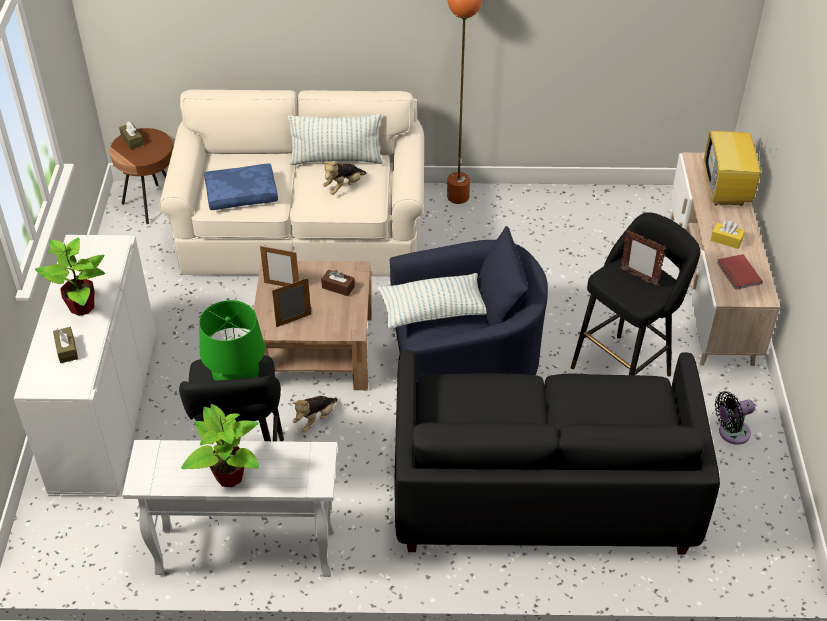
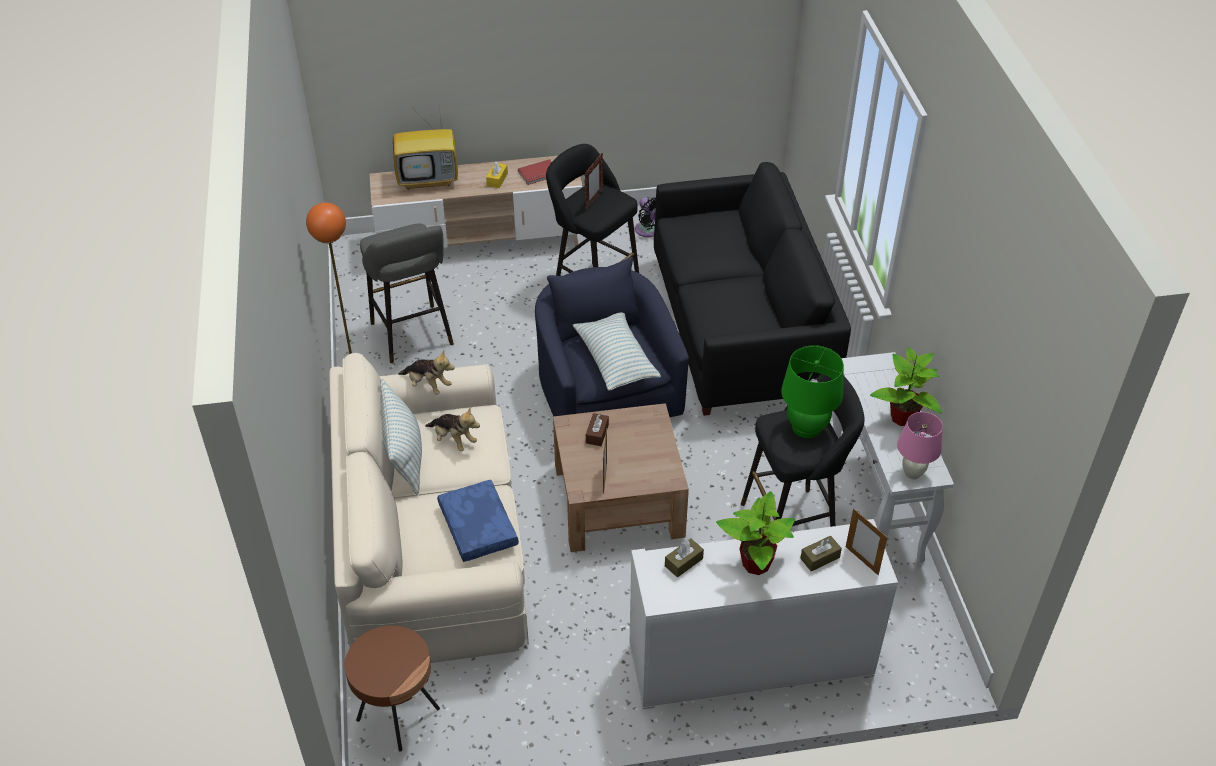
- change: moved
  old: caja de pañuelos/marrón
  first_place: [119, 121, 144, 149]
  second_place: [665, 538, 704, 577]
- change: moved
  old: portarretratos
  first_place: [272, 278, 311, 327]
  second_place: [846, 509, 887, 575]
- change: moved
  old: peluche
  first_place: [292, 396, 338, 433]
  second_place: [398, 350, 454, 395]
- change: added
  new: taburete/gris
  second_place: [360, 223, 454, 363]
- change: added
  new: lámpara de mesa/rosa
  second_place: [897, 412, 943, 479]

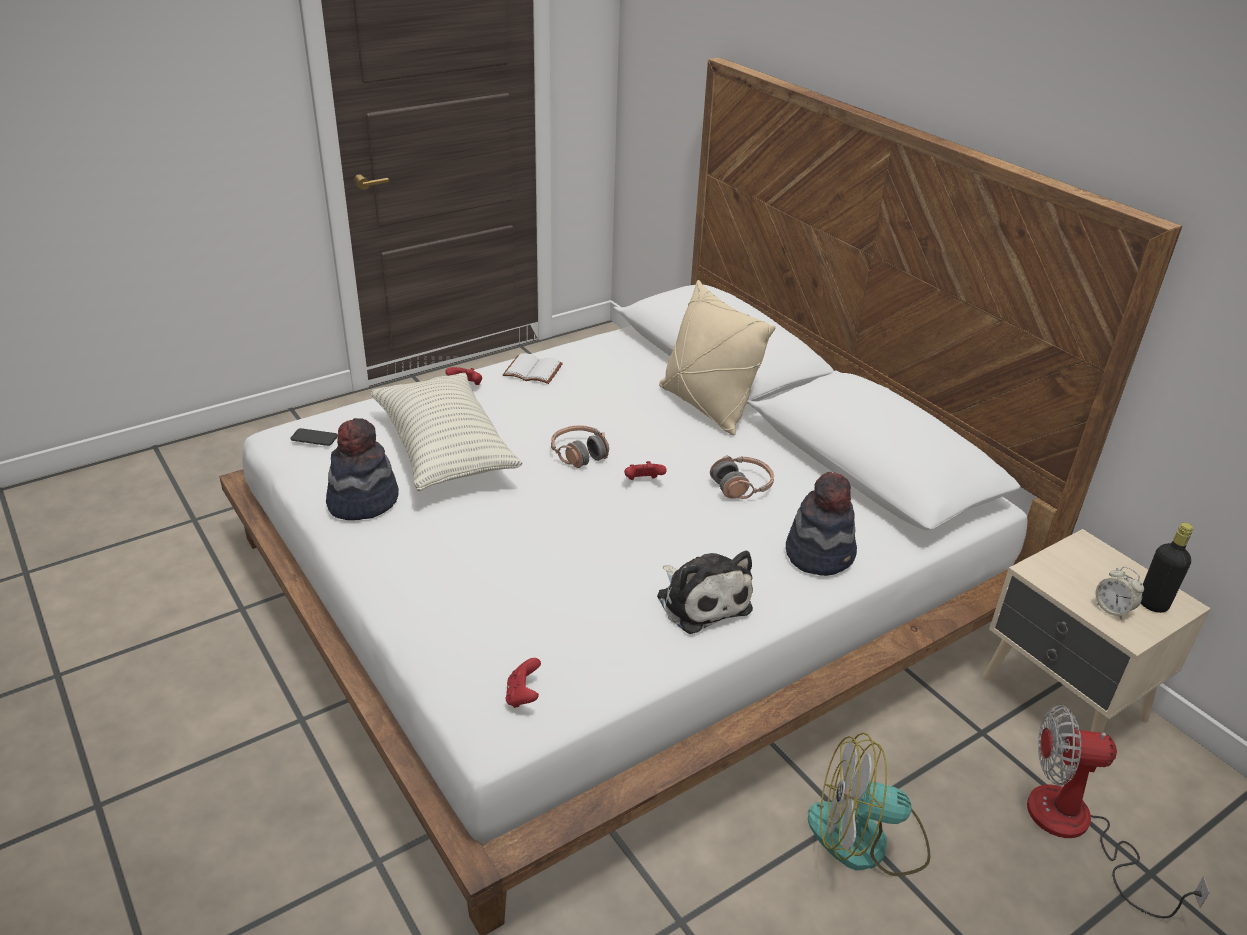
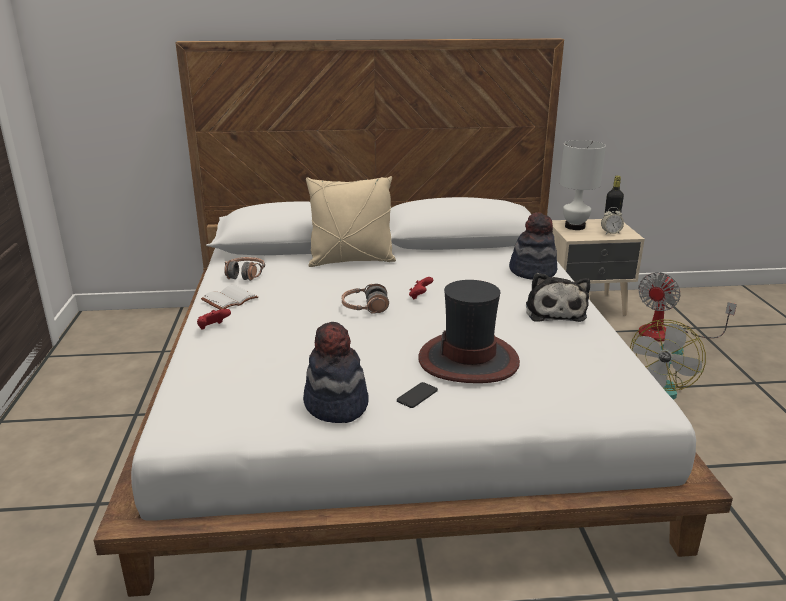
- change: moved
  old: móvil
  first_place: [290, 428, 338, 446]
  second_place: [397, 382, 438, 408]
- change: removed
  old: cojín
  first_place: [371, 373, 522, 491]
- change: removed
  old: mando de consola/rojo
  first_place: [506, 658, 541, 708]
- change: turned
  old: peluche
  first_place: [657, 551, 753, 634]
  second_place: [526, 273, 590, 322]
  degrees: 90
- change: moved
  old: auriculares
  first_place: [710, 455, 774, 499]
  second_place: [224, 257, 265, 281]
- change: added
  new: sombrero
  second_place: [418, 280, 520, 383]
- change: added
  new: lámpara de mesa/blanco
  second_place: [560, 140, 606, 230]

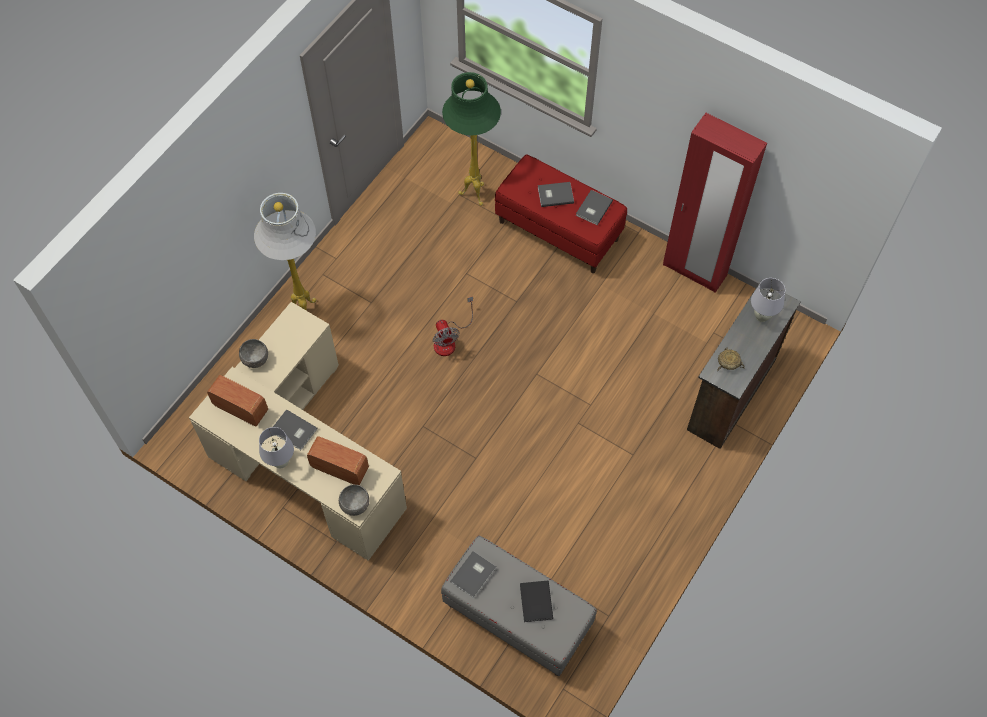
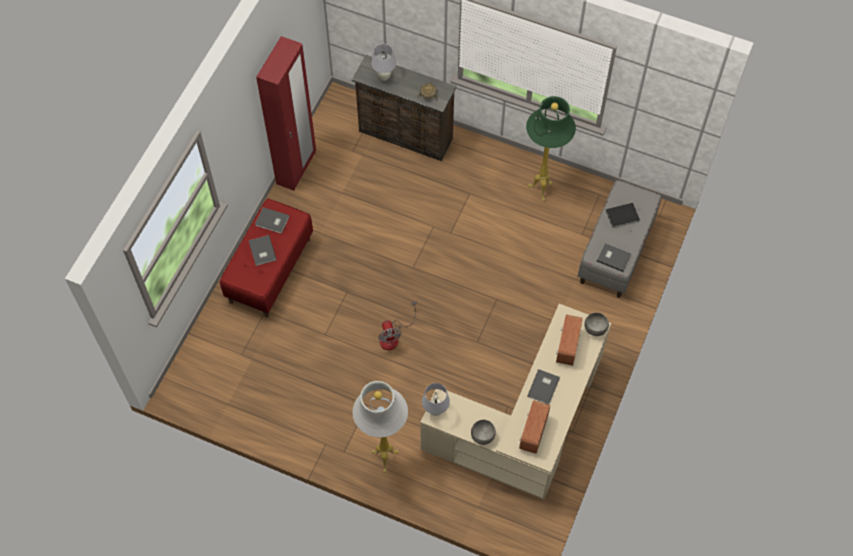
- change: moved
  old: lámpara de mesa/blanco
  first_place: [259, 427, 294, 468]
  second_place: [422, 383, 450, 416]
- change: turned
  old: ventilador
  first_place: [433, 297, 473, 356]
  second_place: [378, 301, 417, 350]
  degrees: 105
- change: moved
  old: lámpara de pie/verde
  first_place: [442, 72, 501, 206]
  second_place: [526, 96, 576, 201]

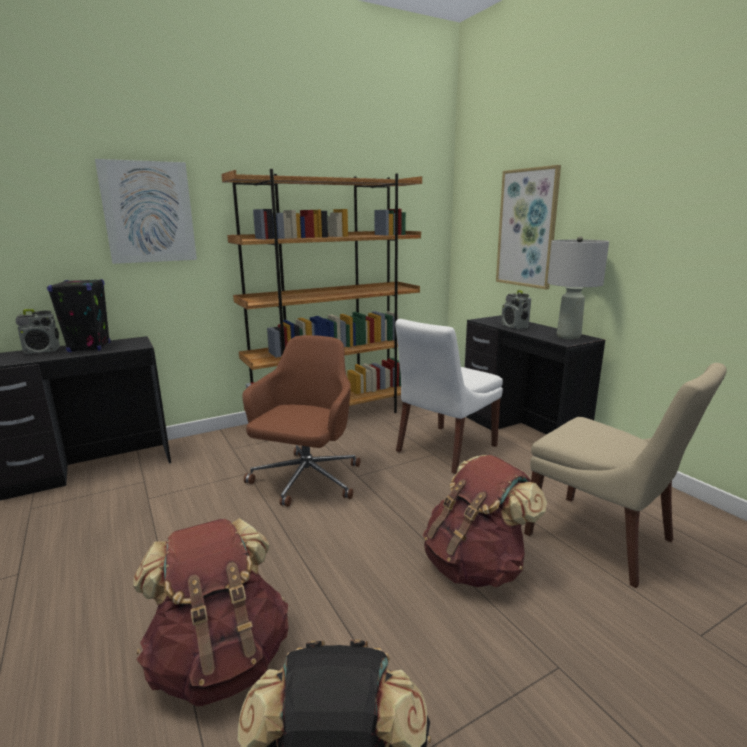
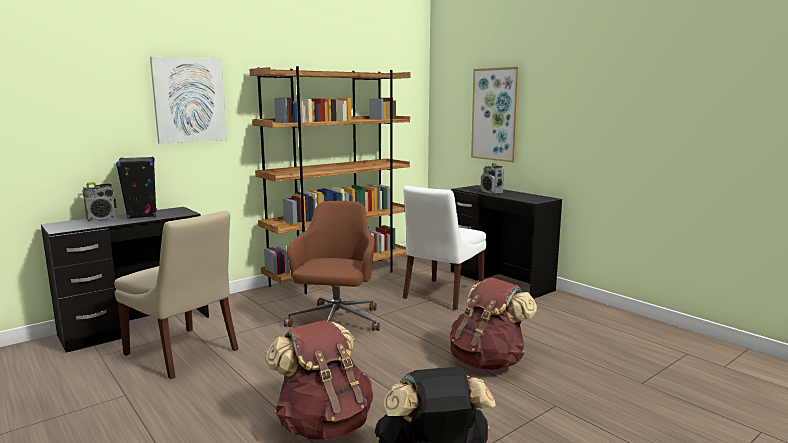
- change: moved
  old: silla/beis
  first_place: [524, 363, 727, 588]
  second_place: [114, 211, 239, 379]
- change: removed
  old: lámpara de mesa/gris
  first_place: [547, 236, 609, 339]

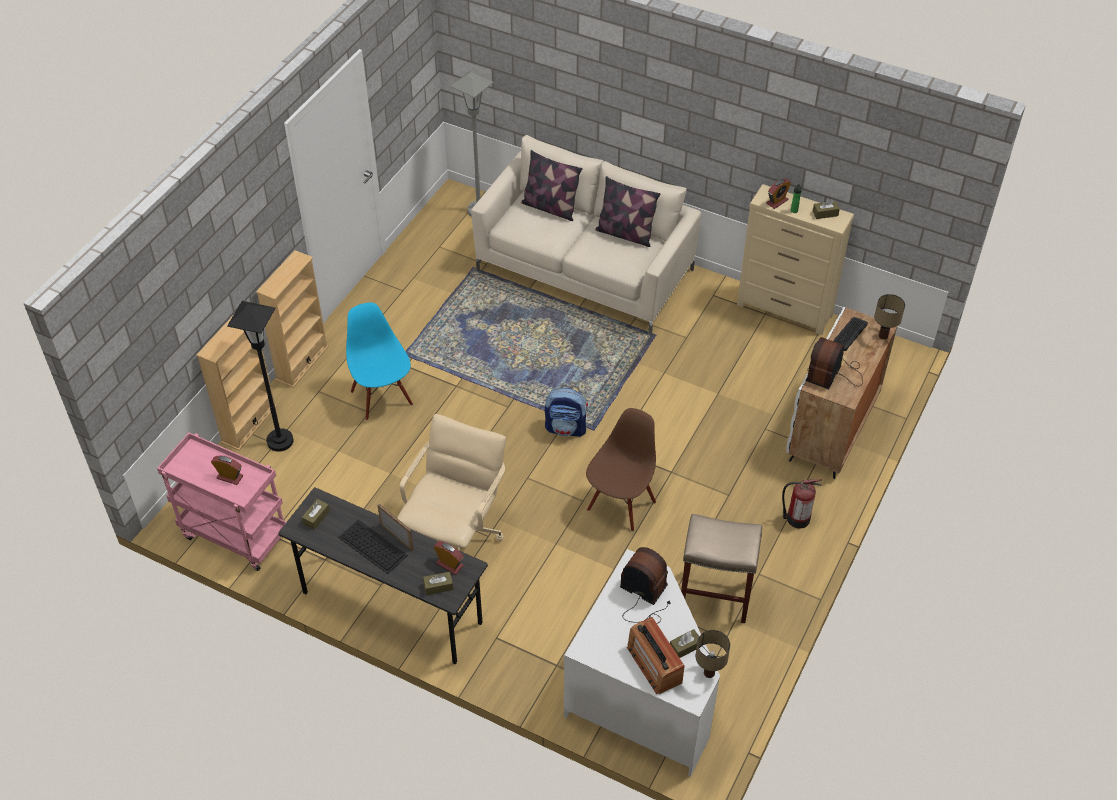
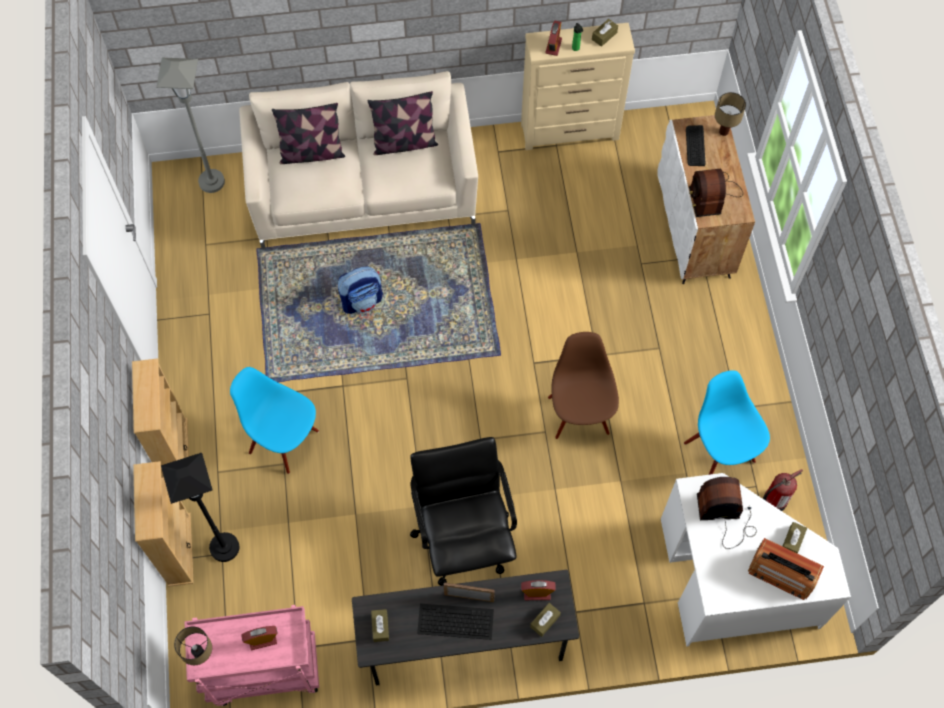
- change: recoloured
  old: silla de oficina/beis
  new: silla de oficina/negro
  first_place: [397, 414, 506, 551]
  second_place: [410, 437, 517, 586]
- change: moved
  old: mochila
  first_place: [545, 388, 588, 437]
  second_place: [338, 266, 383, 314]
- change: replaced
  old: taburete/beis
  new: silla/azul
  first_place: [681, 514, 762, 623]
  second_place: [684, 370, 770, 475]
- change: moved
  old: lámpara de mesa
  first_place: [696, 630, 730, 678]
  second_place: [174, 626, 212, 665]
- change: moved
  old: extintor
  first_place: [782, 479, 822, 528]
  second_place: [763, 469, 803, 511]

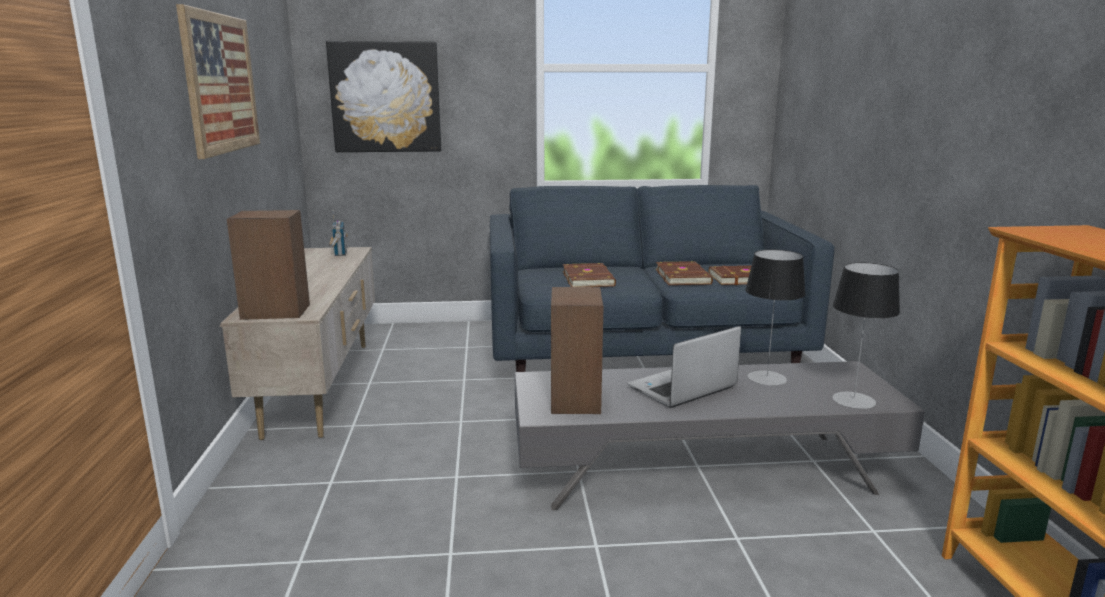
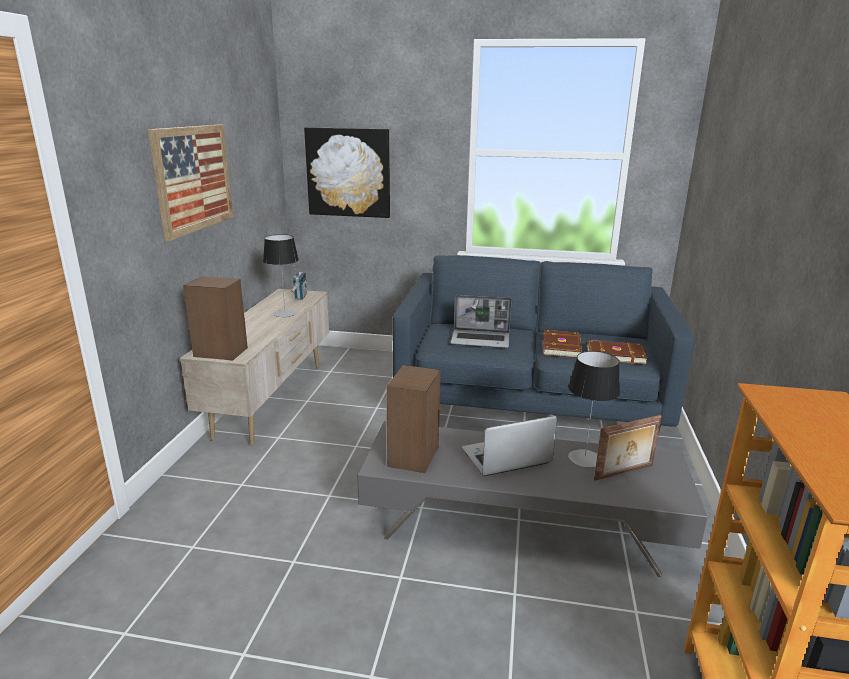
- change: replaced
  old: libro/marrón
  new: portátil
  first_place: [563, 263, 616, 287]
  second_place: [450, 295, 512, 348]
- change: moved
  old: lámpara de mesa
  first_place: [833, 263, 900, 409]
  second_place: [263, 234, 299, 317]
- change: added
  new: portarretratos
  second_place: [594, 415, 662, 481]

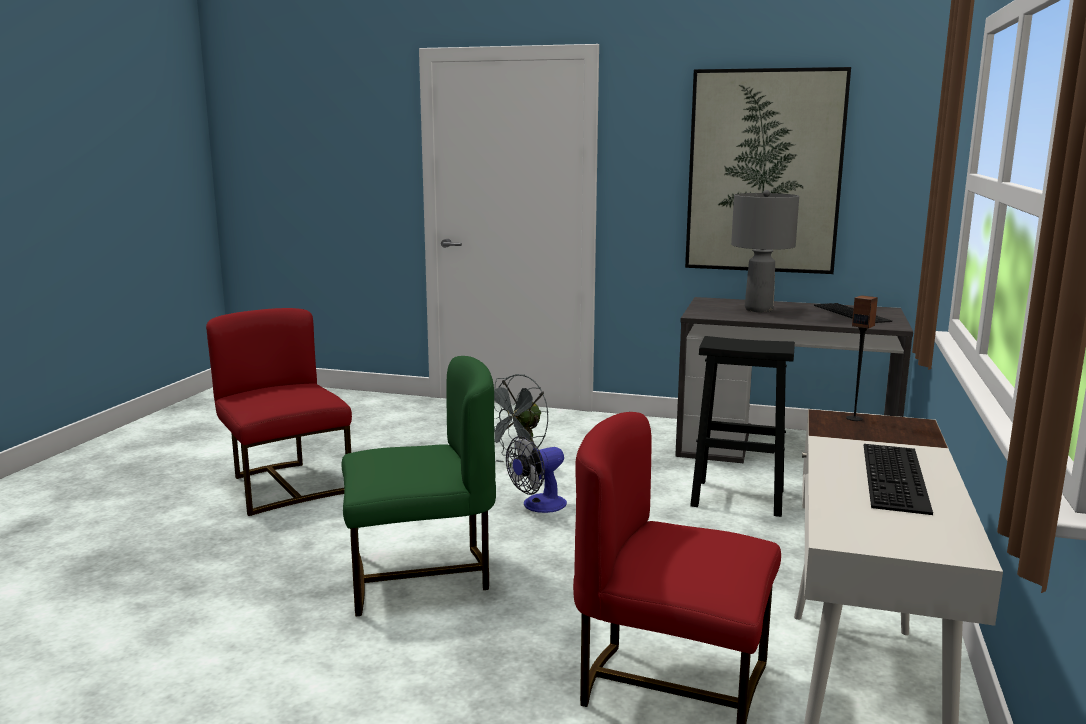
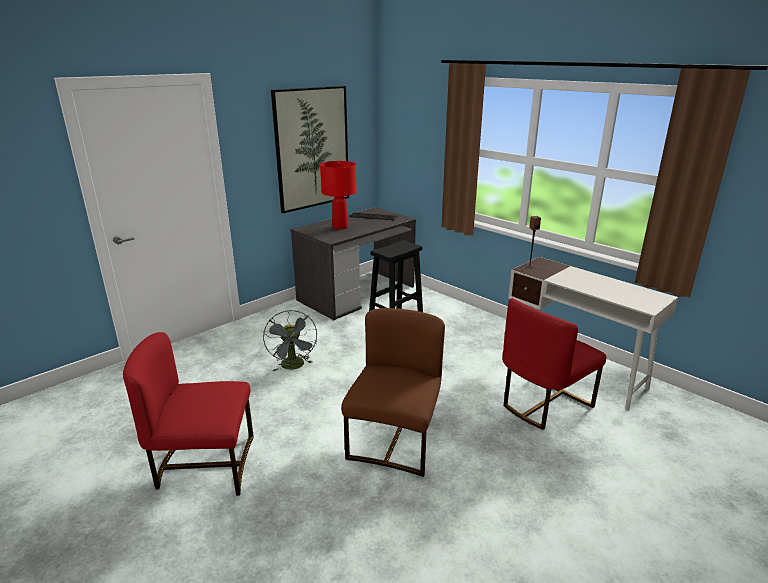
- change: recoloured
  old: silla/verde
  new: silla/marrón
  first_place: [342, 356, 496, 616]
  second_place: [341, 308, 445, 477]
- change: removed
  old: ventilador
  first_place: [506, 436, 567, 513]
- change: recoloured
  old: lámpara de mesa/gris
  new: lámpara de mesa/rojo
  first_place: [731, 190, 799, 312]
  second_place: [320, 161, 357, 229]
- change: removed
  old: teclado
  first_place: [864, 444, 933, 515]

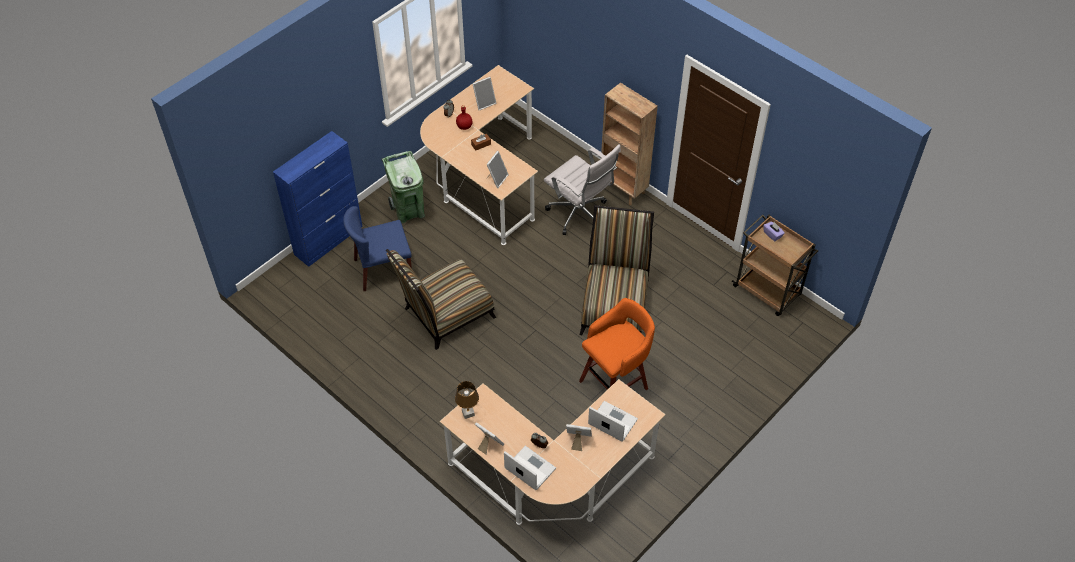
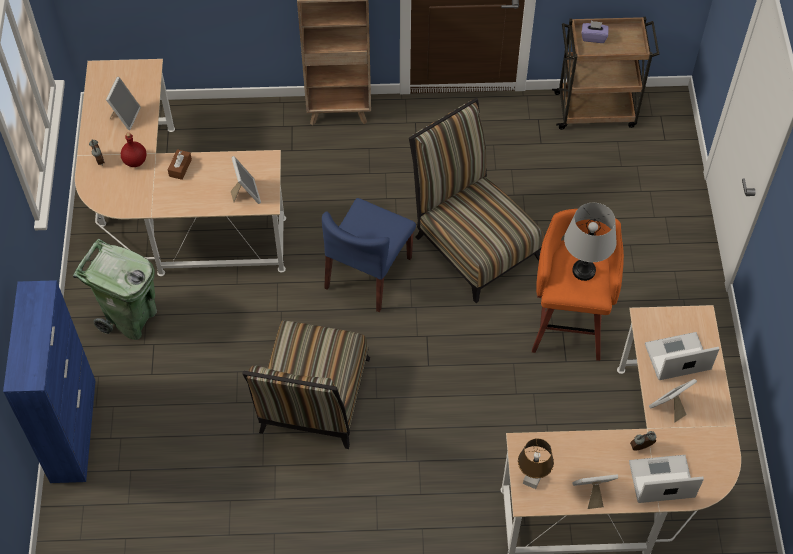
- change: moved
  old: silla/azul
  first_place: [343, 206, 412, 291]
  second_place: [322, 198, 416, 312]
- change: removed
  old: silla de oficina/blanco
  first_place: [544, 145, 621, 235]
- change: added
  new: lámpara de mesa/gris
  second_place: [564, 203, 617, 281]

